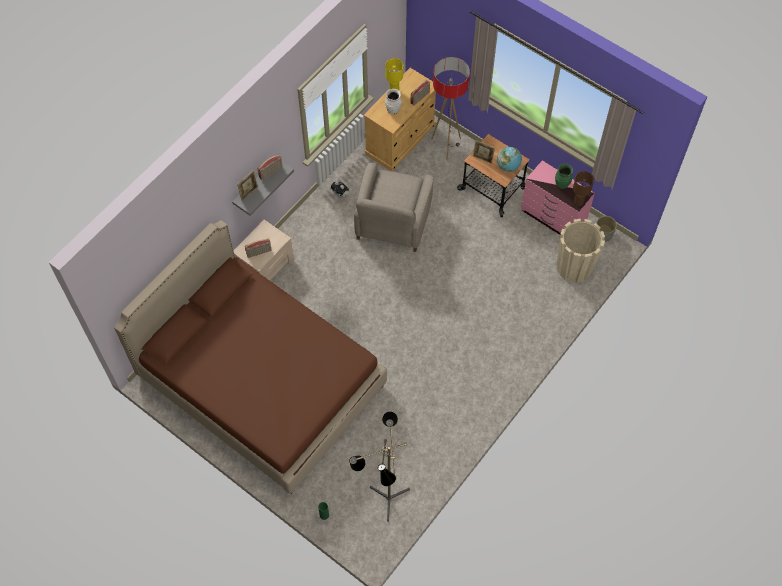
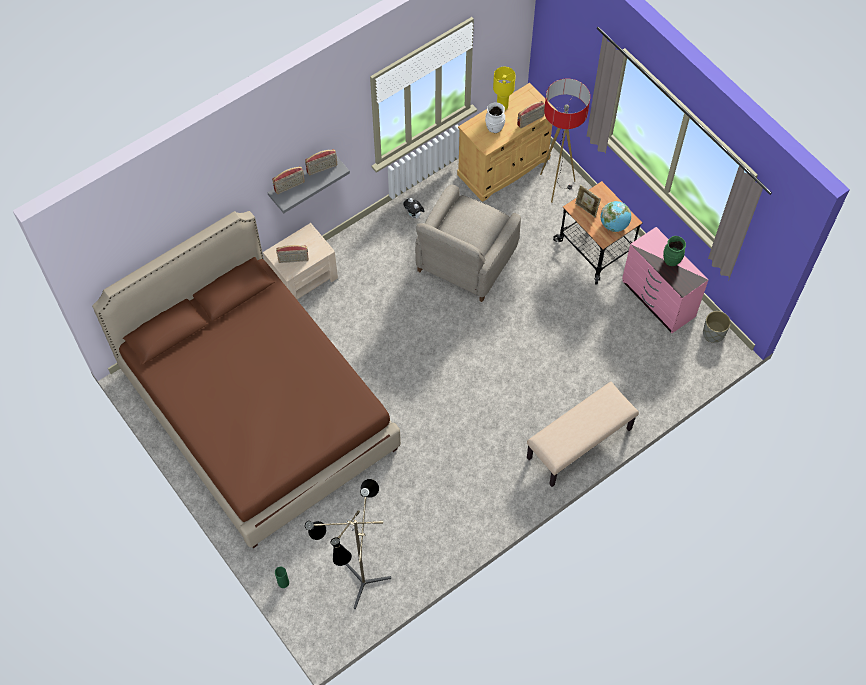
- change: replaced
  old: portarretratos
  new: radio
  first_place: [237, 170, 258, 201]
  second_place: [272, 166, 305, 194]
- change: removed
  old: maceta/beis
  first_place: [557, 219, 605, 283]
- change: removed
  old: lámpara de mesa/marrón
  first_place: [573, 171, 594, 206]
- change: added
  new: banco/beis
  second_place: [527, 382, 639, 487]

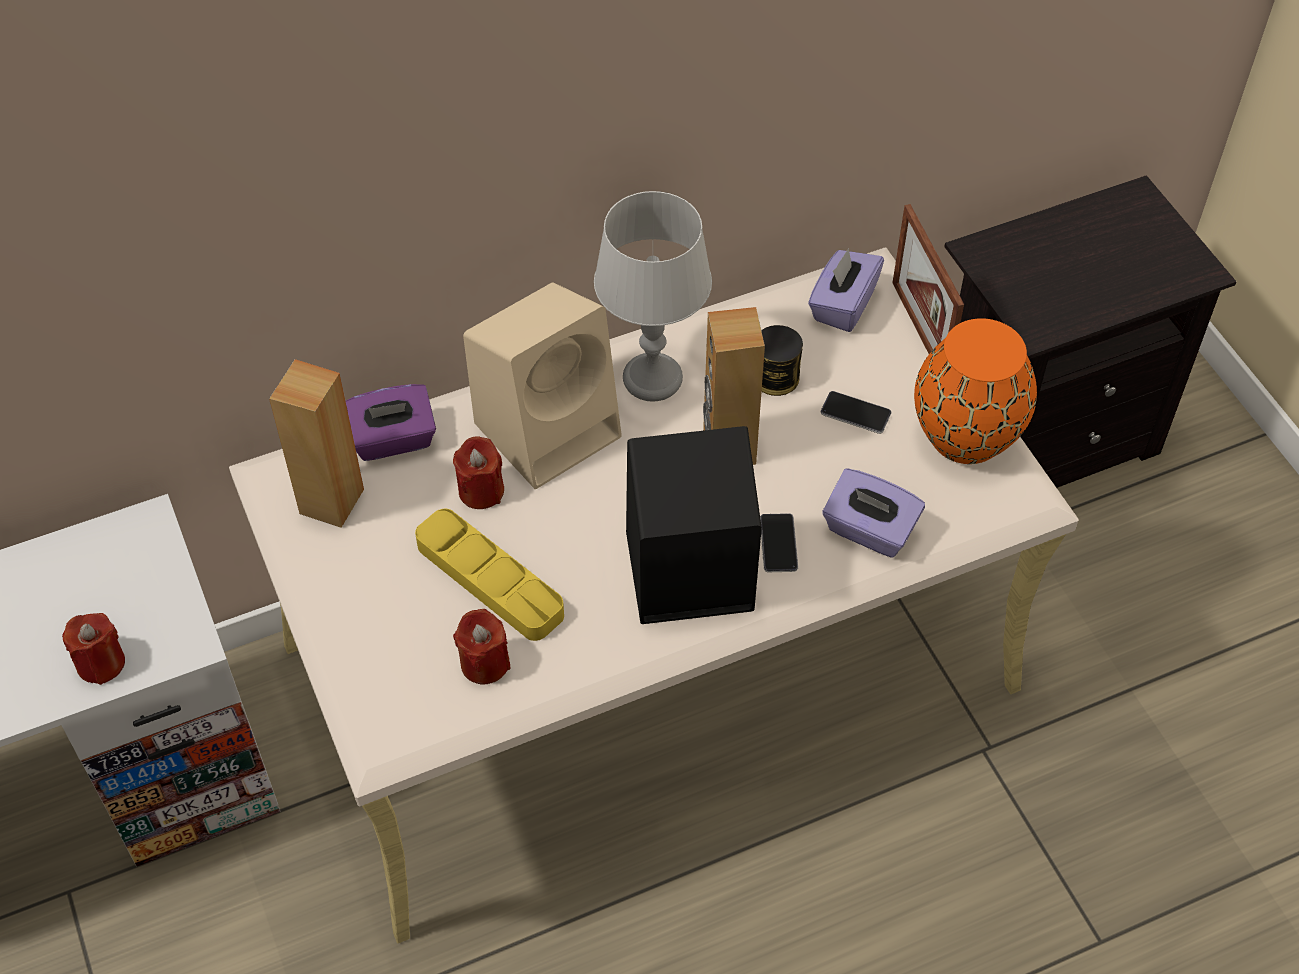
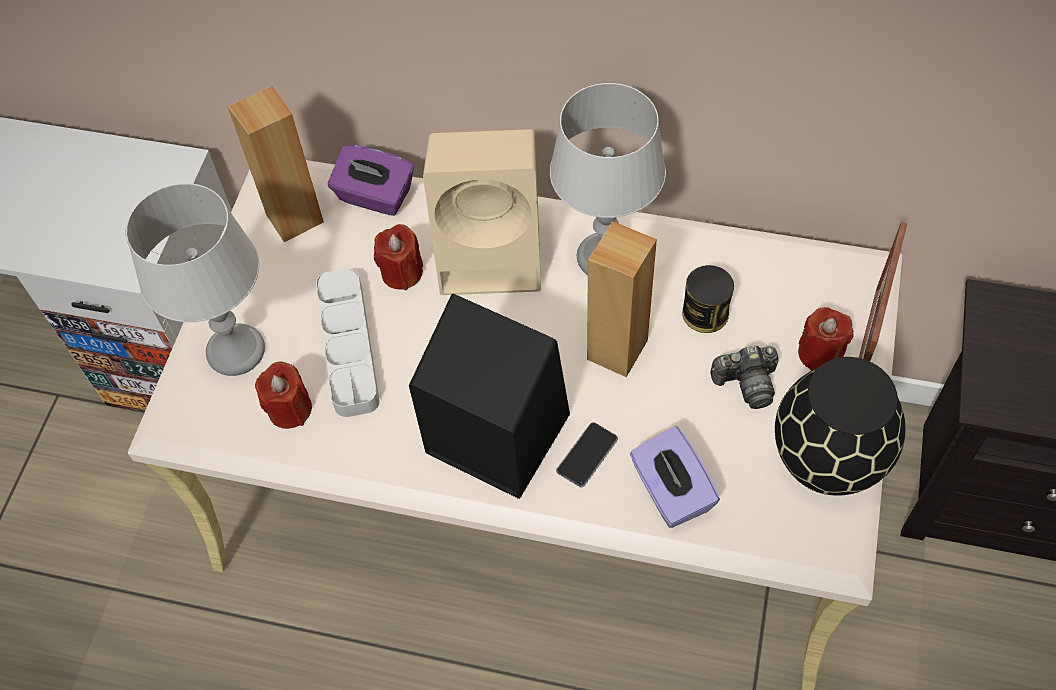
- change: moved
  old: vela/rojo
  first_place: [62, 613, 125, 685]
  second_place: [798, 307, 854, 371]
- change: recoloured
  old: bandeja/amarillo
  new: bandeja/gris
  first_place: [415, 509, 564, 641]
  second_place: [316, 269, 379, 417]
- change: removed
  old: caja de pañuelos/morado
  first_place: [808, 248, 884, 332]
- change: replaced
  old: móvil
  new: cámara
  first_place: [821, 391, 892, 434]
  second_place: [710, 346, 779, 409]
- change: recoloured
  old: florero/naranja
  new: florero/negro
  first_place: [914, 318, 1037, 464]
  second_place: [775, 357, 906, 496]
- change: added
  new: lámpara de mesa/gris
  second_place: [126, 183, 265, 376]

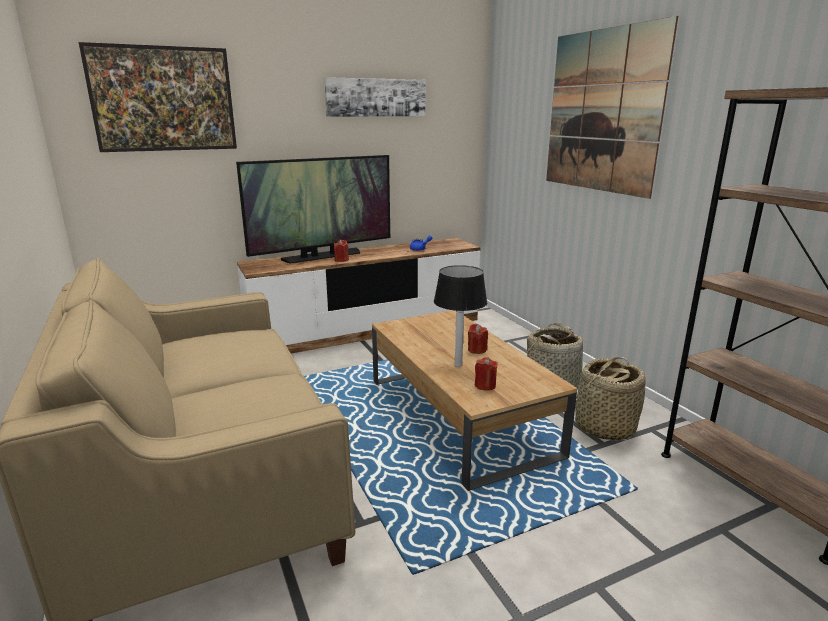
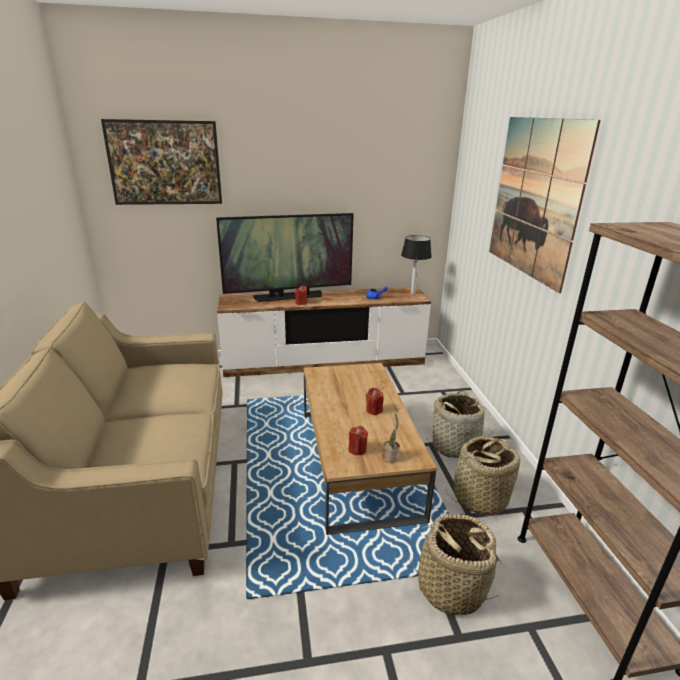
- change: removed
  old: cuadro
  first_place: [324, 77, 426, 117]
- change: moved
  old: lámpara de mesa
  first_place: [434, 265, 487, 367]
  second_place: [401, 235, 432, 294]
- change: added
  new: planta en maceta
  second_place: [382, 413, 400, 463]
- change: added
  new: cesta
  second_place: [407, 514, 502, 615]

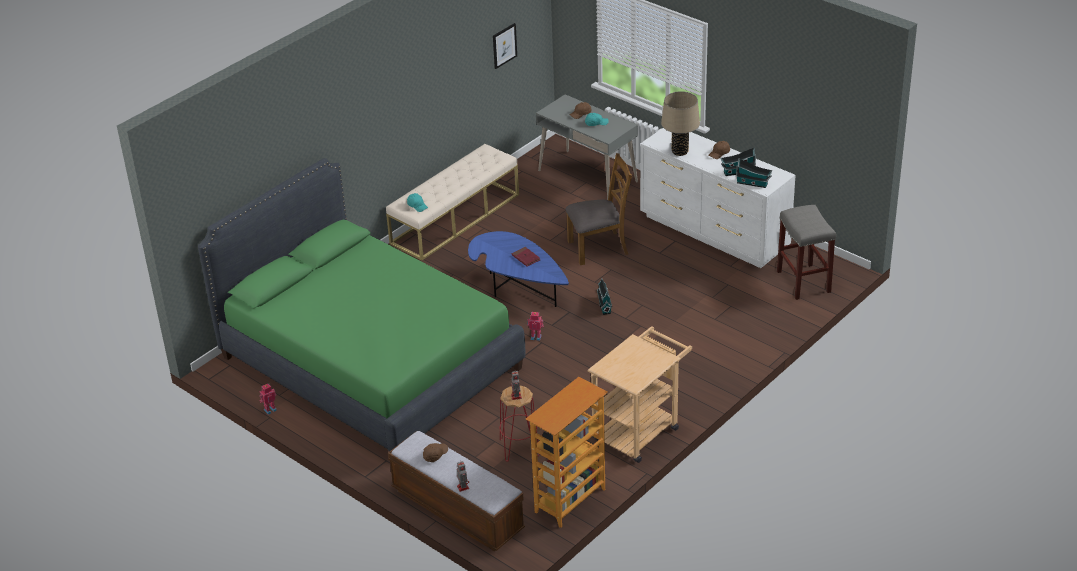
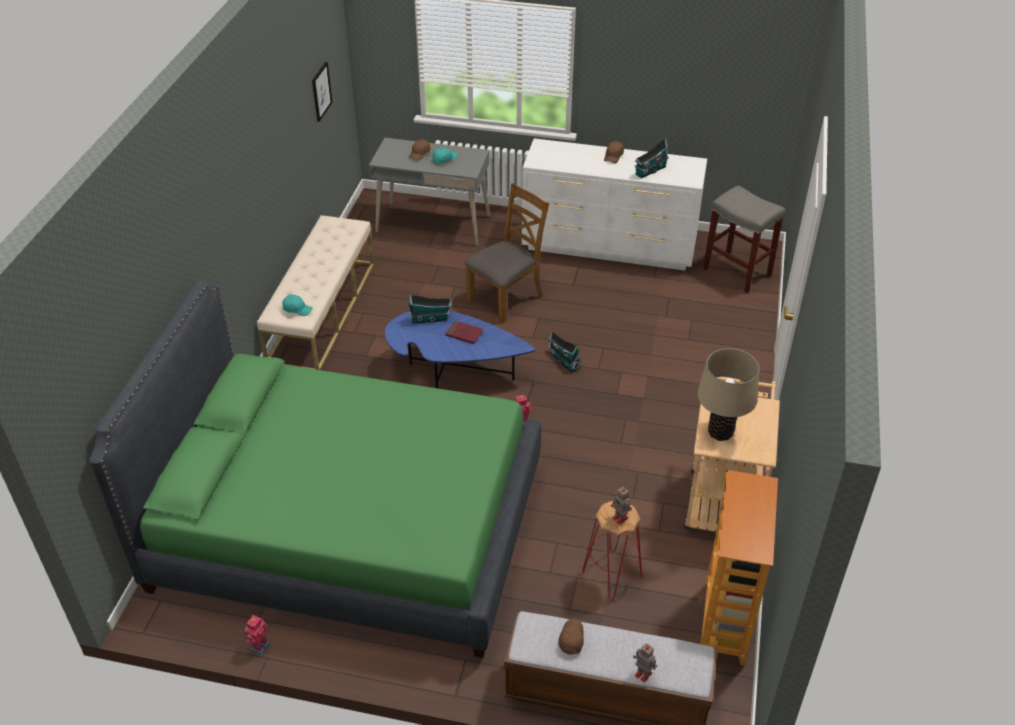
- change: moved
  old: lámpara de mesa/beis
  first_place: [661, 91, 700, 156]
  second_place: [697, 348, 760, 441]
- change: moved
  old: casita
  first_place: [736, 158, 772, 188]
  second_place: [408, 295, 452, 324]

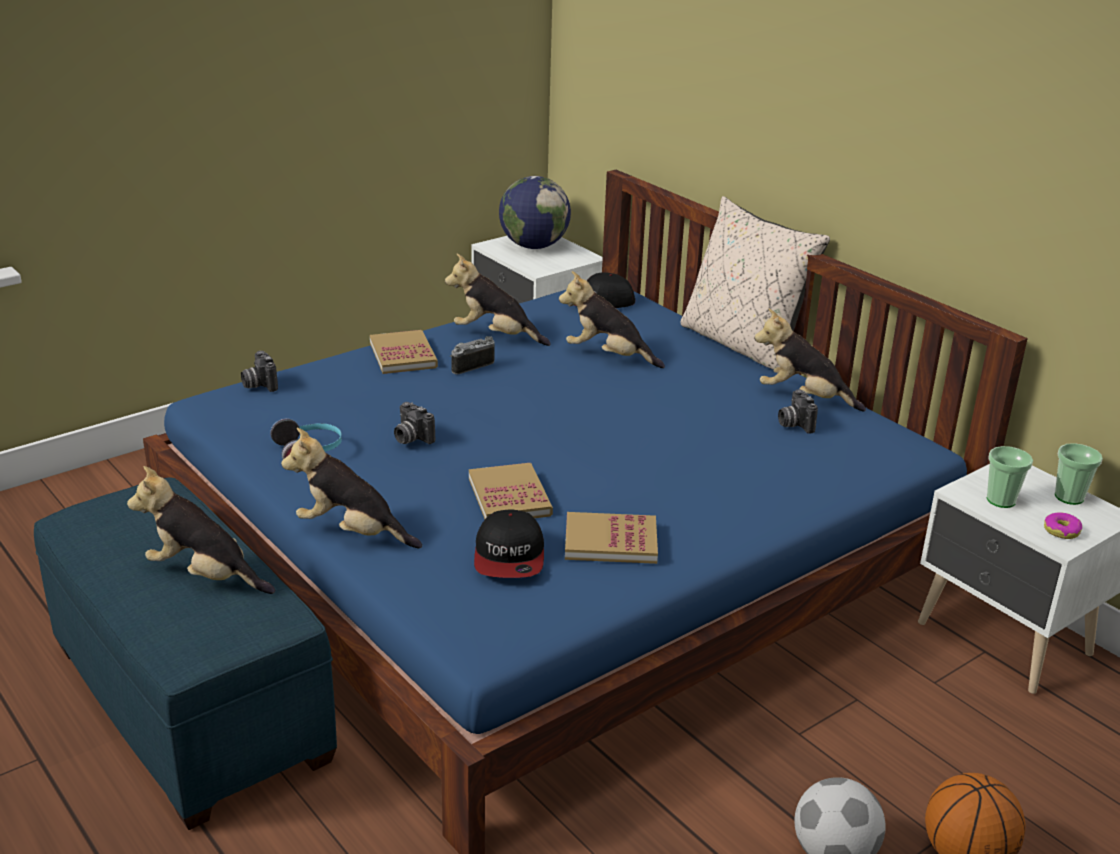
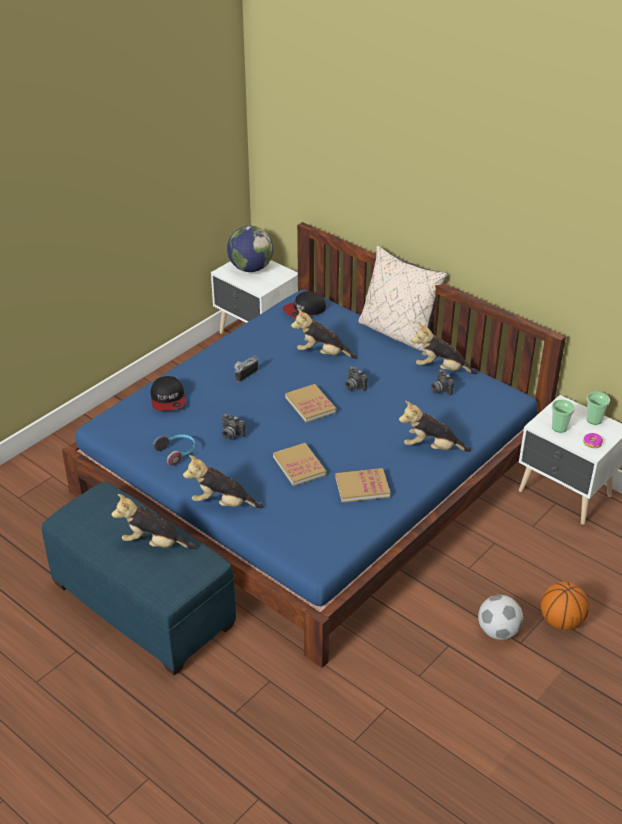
- change: moved
  old: cámara
  first_place: [241, 351, 278, 392]
  second_place: [345, 366, 367, 391]
- change: moved
  old: libro
  first_place: [370, 330, 438, 374]
  second_place: [285, 384, 337, 423]
- change: moved
  old: peluche
  first_place: [445, 254, 551, 346]
  second_place: [399, 401, 471, 452]
- change: moved
  old: gorra
  first_place: [474, 509, 544, 578]
  second_place: [151, 376, 185, 411]

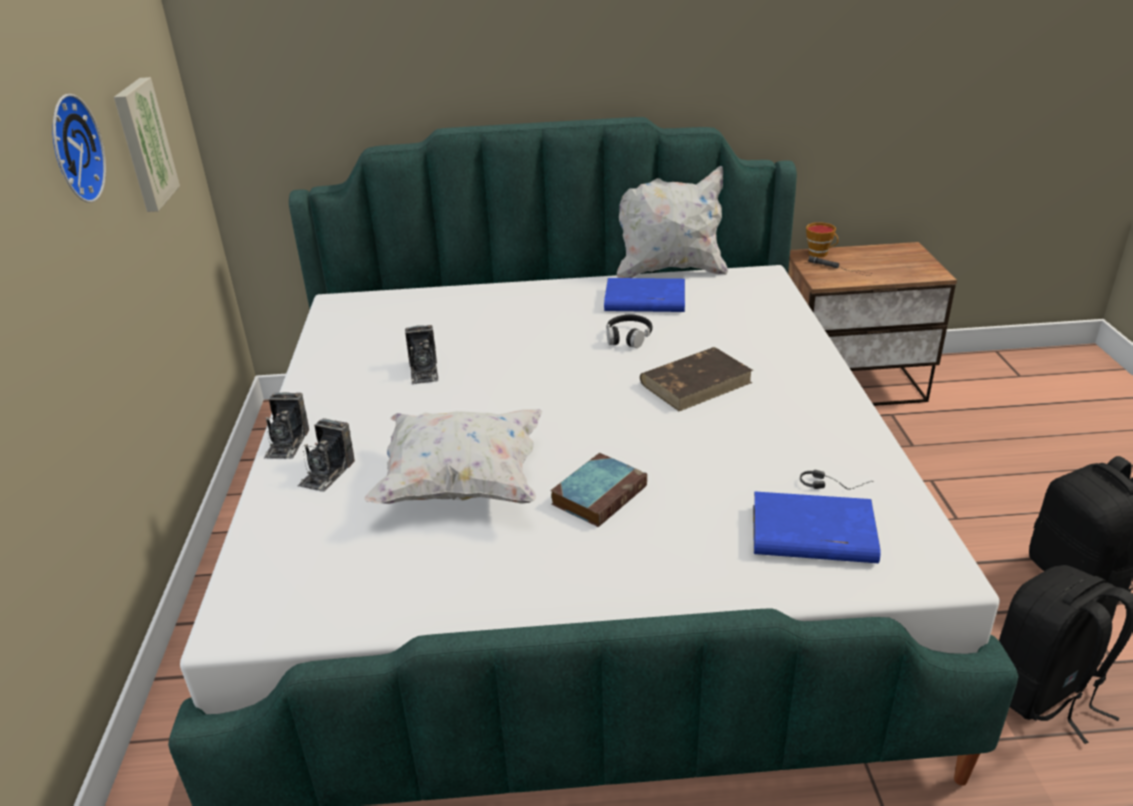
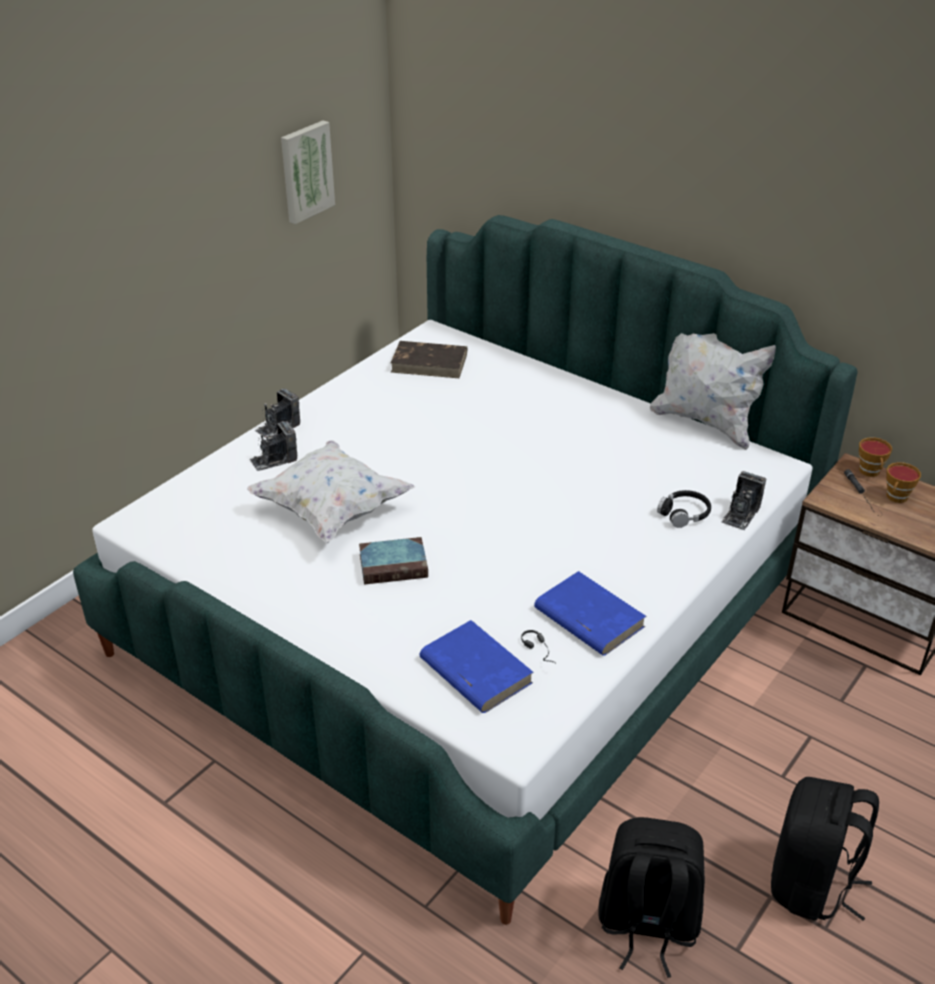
- change: removed
  old: reloj de pared
  first_place: [52, 94, 106, 203]
- change: moved
  old: cámara
  first_place: [405, 325, 438, 385]
  second_place: [721, 471, 766, 530]
- change: moved
  old: libro/azul
  first_place: [604, 278, 685, 312]
  second_place: [534, 571, 646, 656]
- change: moved
  old: auriculares/negro
  first_place: [607, 315, 653, 348]
  second_place: [657, 490, 711, 528]
- change: moved
  old: libro/marrón
  first_place: [640, 347, 753, 411]
  second_place: [391, 341, 467, 378]
- change: added
  new: taza
  second_place: [886, 462, 921, 503]

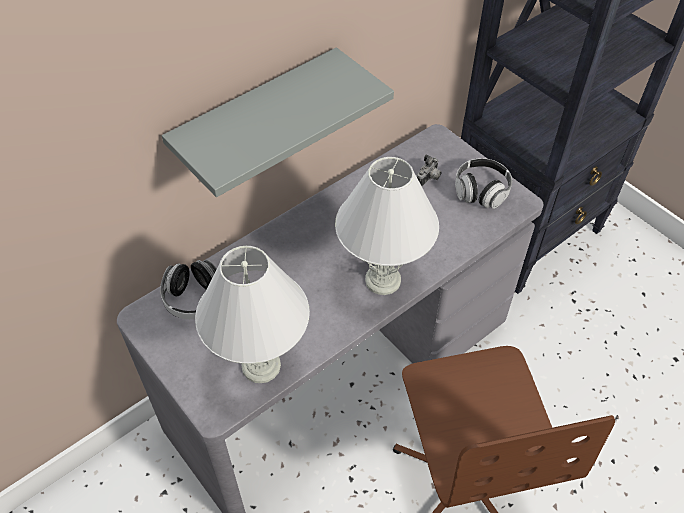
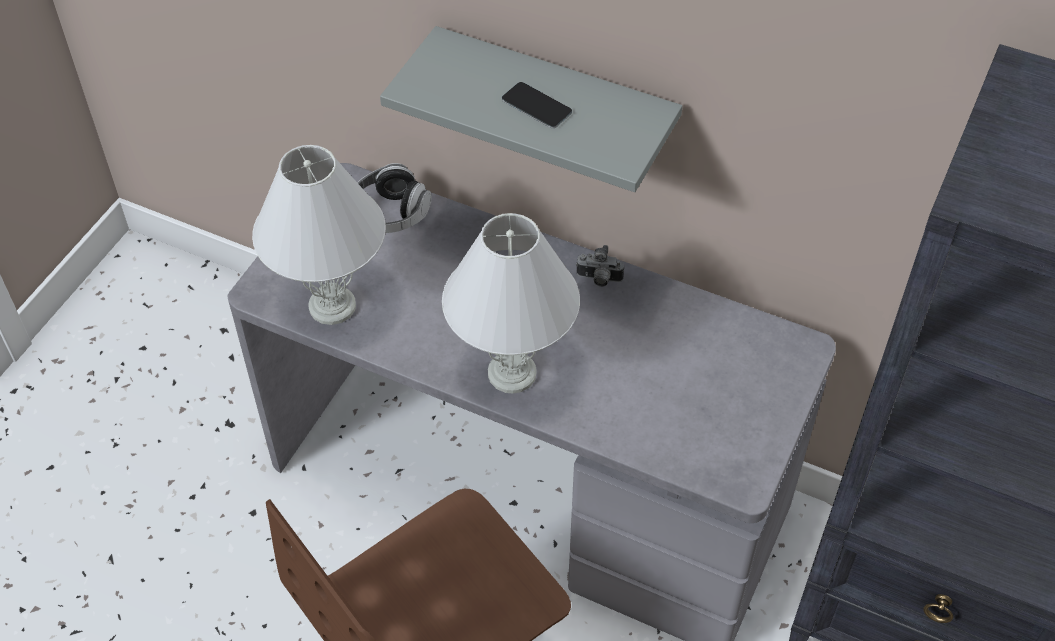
- change: moved
  old: cámara
  first_place: [417, 155, 442, 187]
  second_place: [576, 245, 624, 287]
- change: removed
  old: auriculares
  first_place: [455, 158, 512, 209]
- change: added
  new: móvil
  second_place: [502, 82, 572, 128]

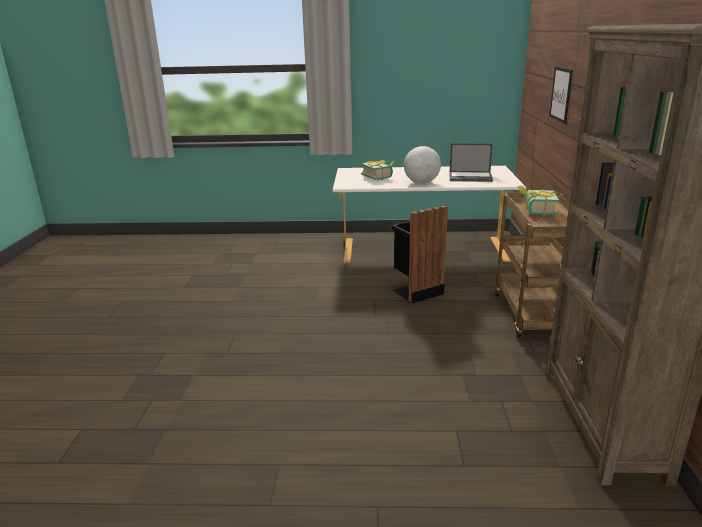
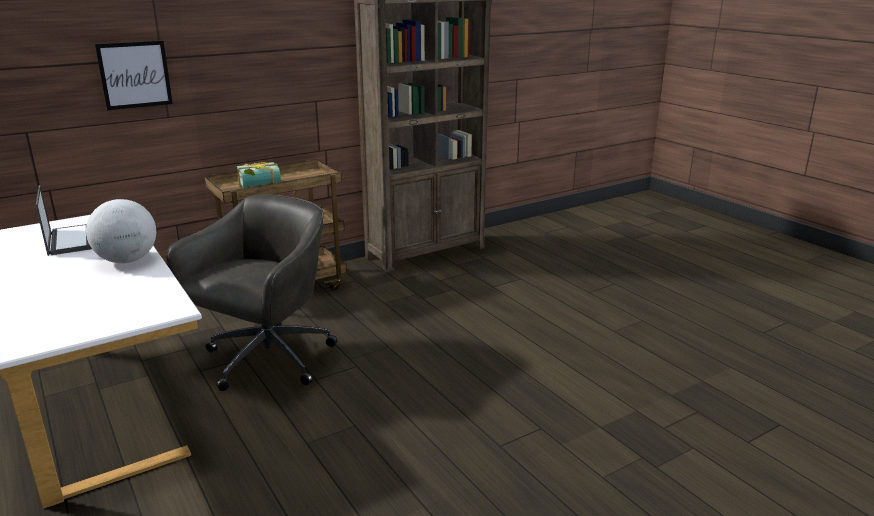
- change: removed
  old: libro
  first_place: [361, 160, 395, 181]
- change: replaced
  old: papelera/negro
  new: silla de oficina/gris
  first_place: [392, 205, 448, 303]
  second_place: [167, 194, 337, 391]

